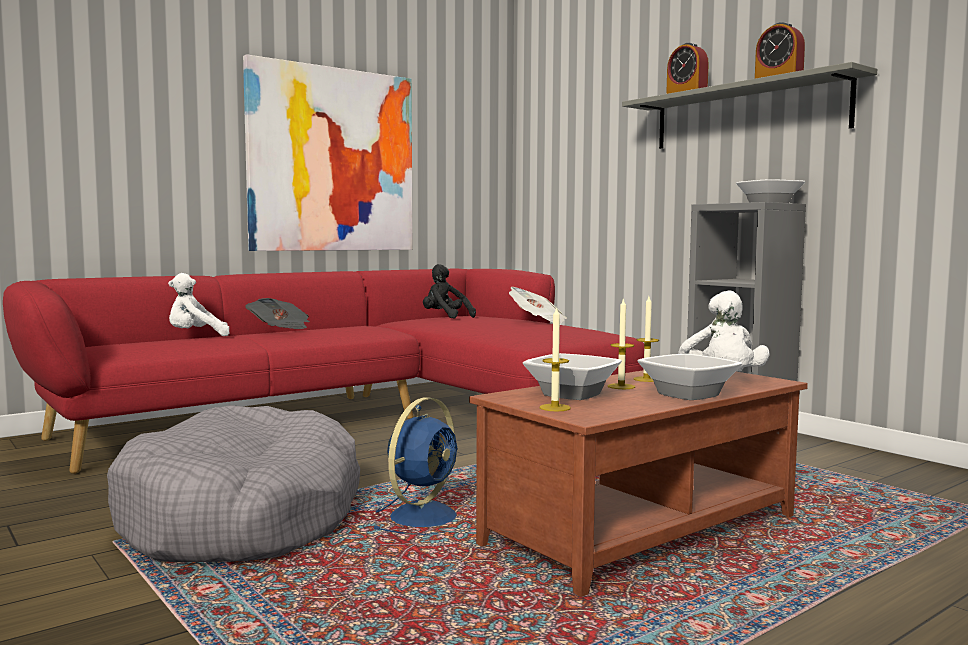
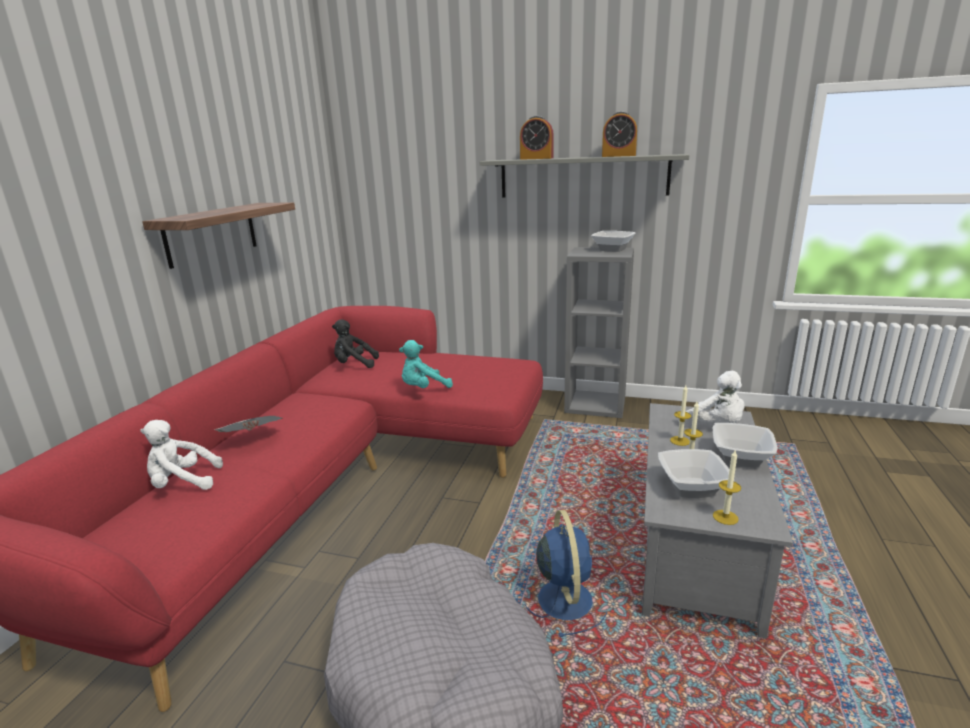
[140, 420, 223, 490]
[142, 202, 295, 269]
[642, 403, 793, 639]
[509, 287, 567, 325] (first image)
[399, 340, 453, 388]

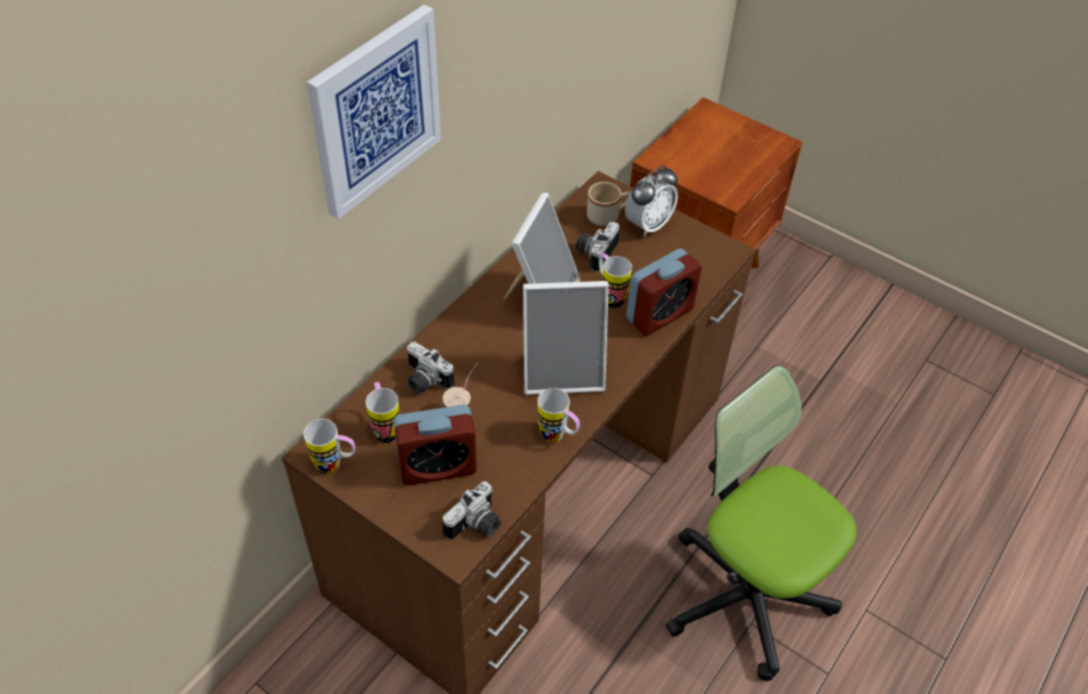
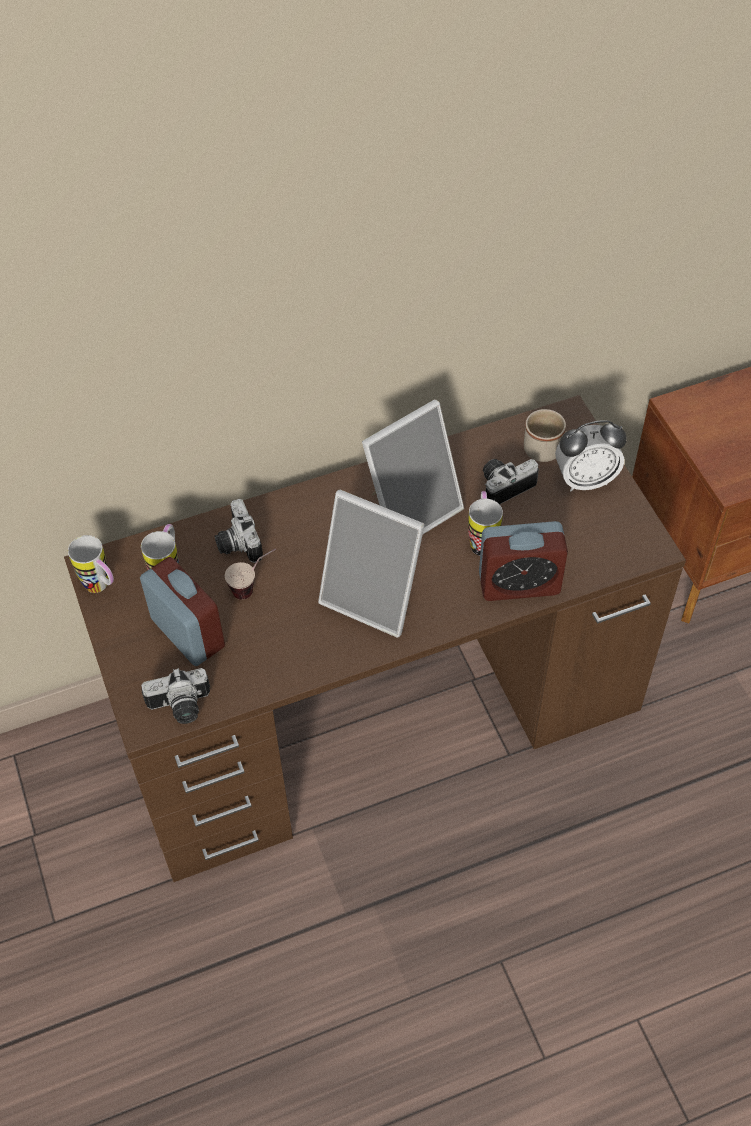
[307, 5, 441, 219] (first image)
[140, 557, 225, 666]
[537, 388, 580, 443] (first image)
[666, 365, 856, 681] (first image)

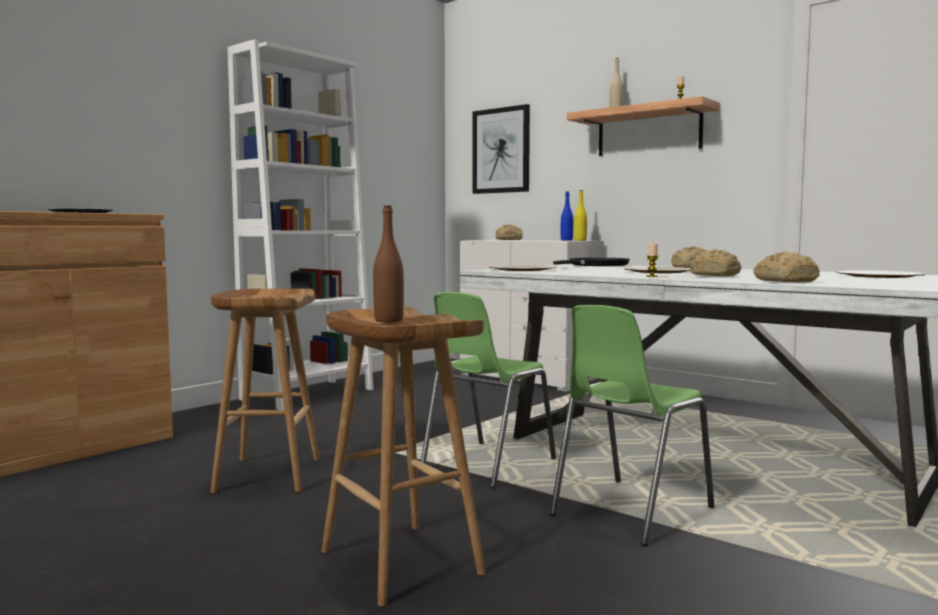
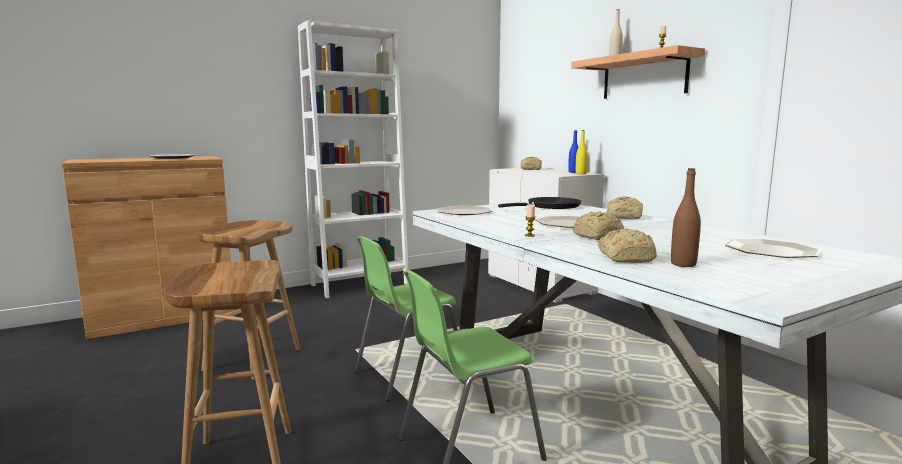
[671, 168, 701, 267]
[473, 104, 530, 194] (first image)

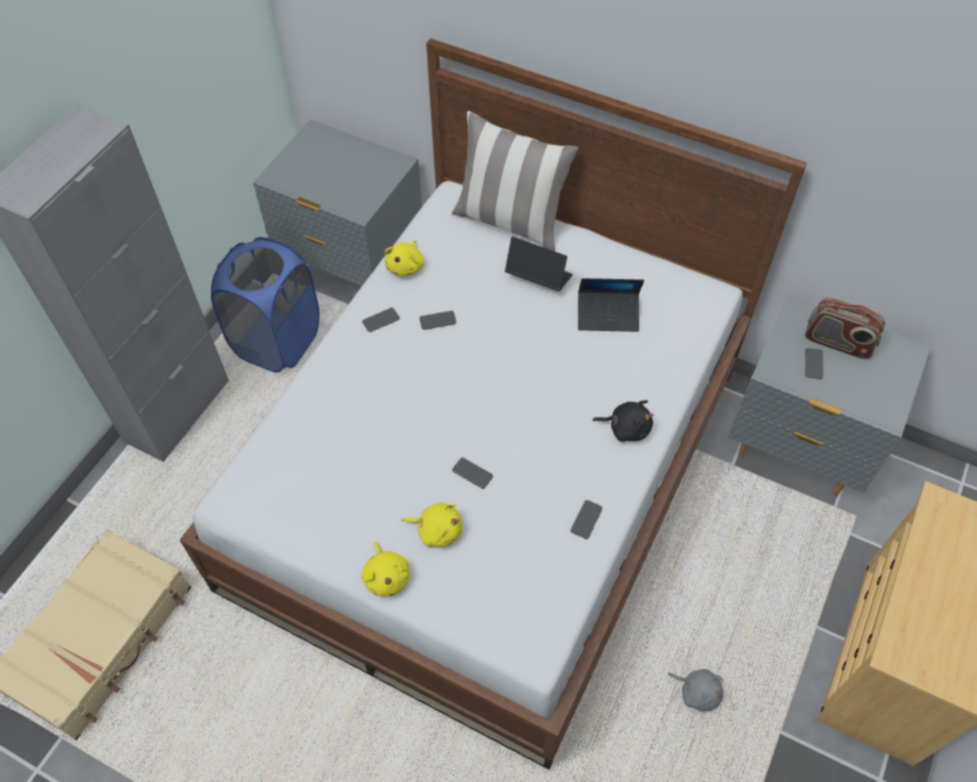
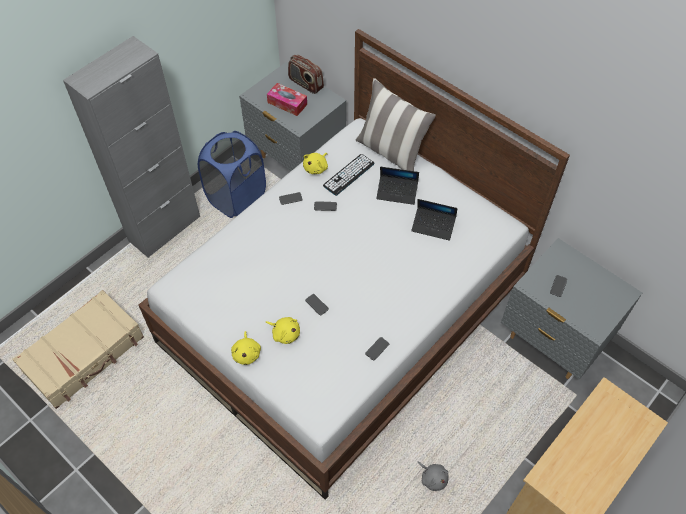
[376, 167, 419, 205]
[592, 400, 654, 442] (first image)
[288, 55, 324, 94]
[267, 83, 307, 116]
[323, 154, 375, 196]

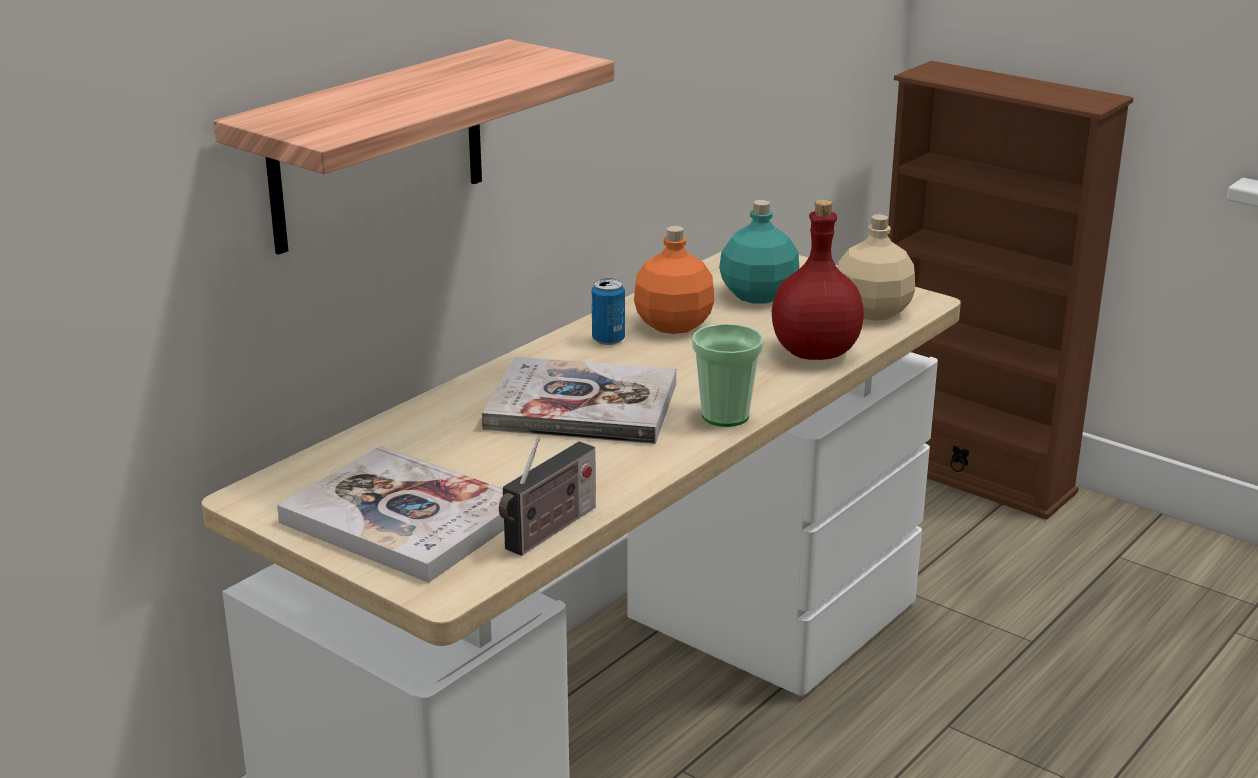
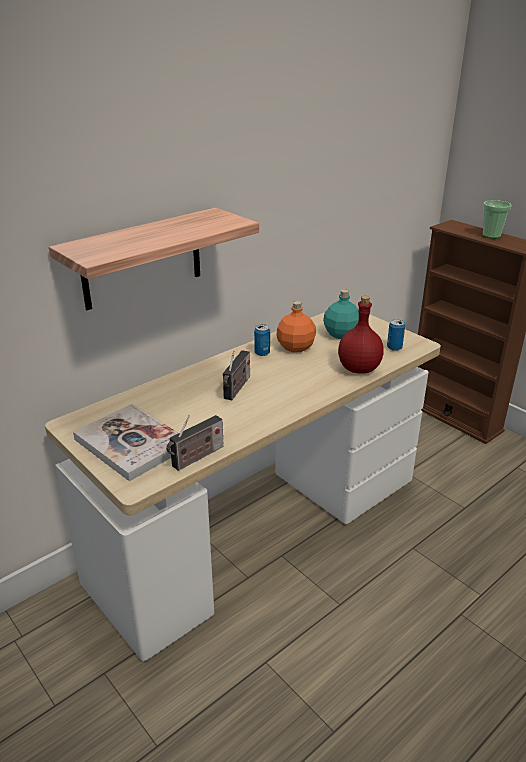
[223, 350, 250, 400]
[483, 200, 511, 239]
[387, 319, 405, 351]

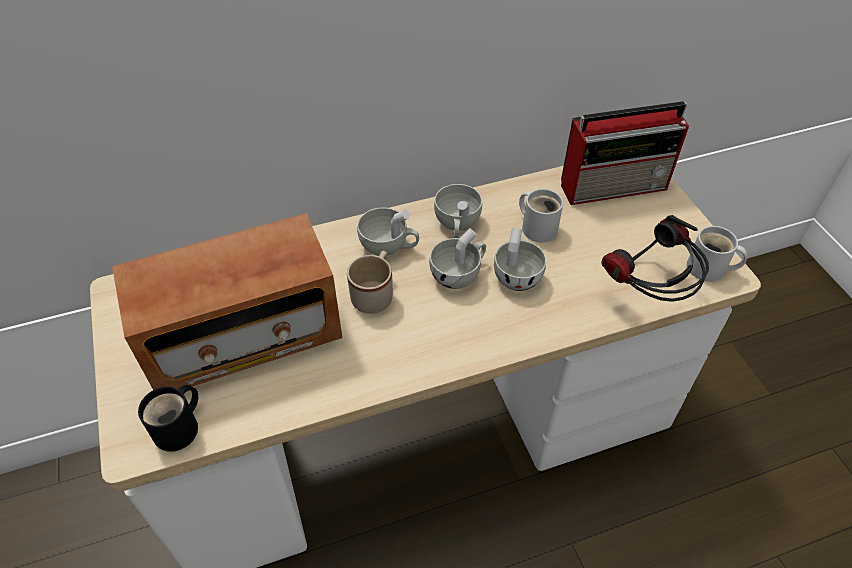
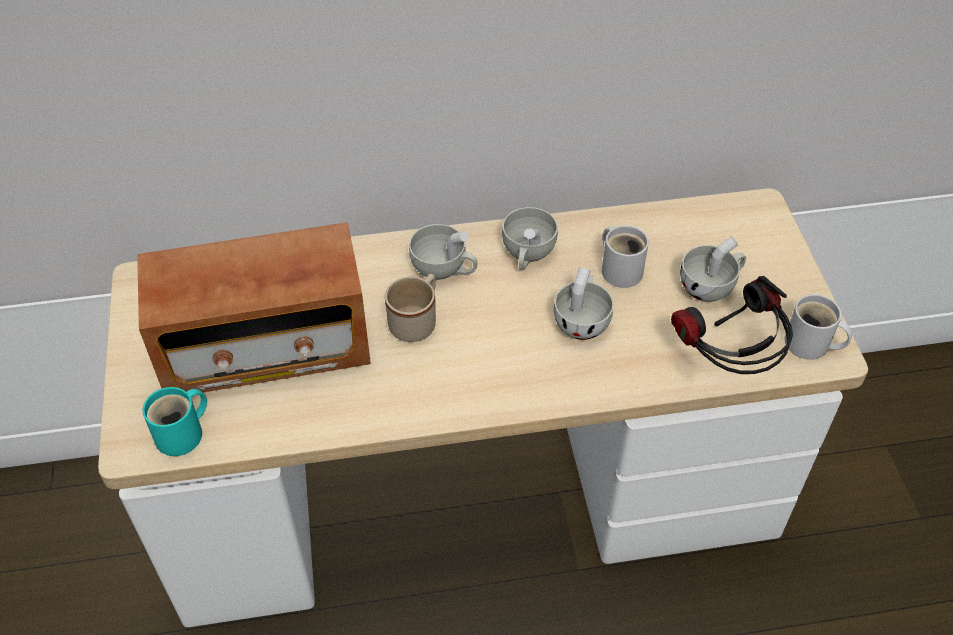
[143, 387, 207, 456]
[680, 236, 746, 302]
[561, 101, 689, 205] (first image)

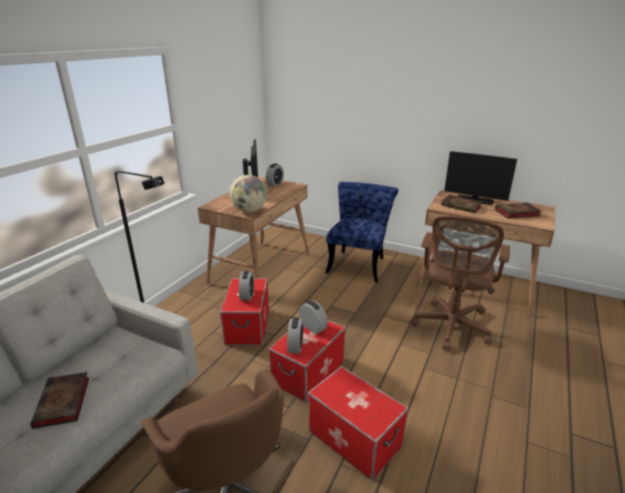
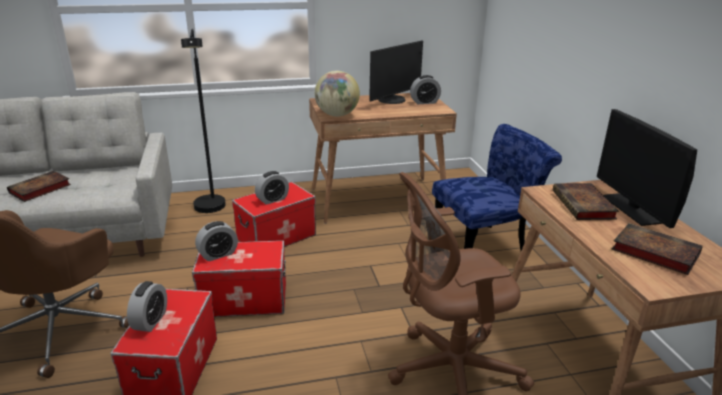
[127, 281, 167, 332]

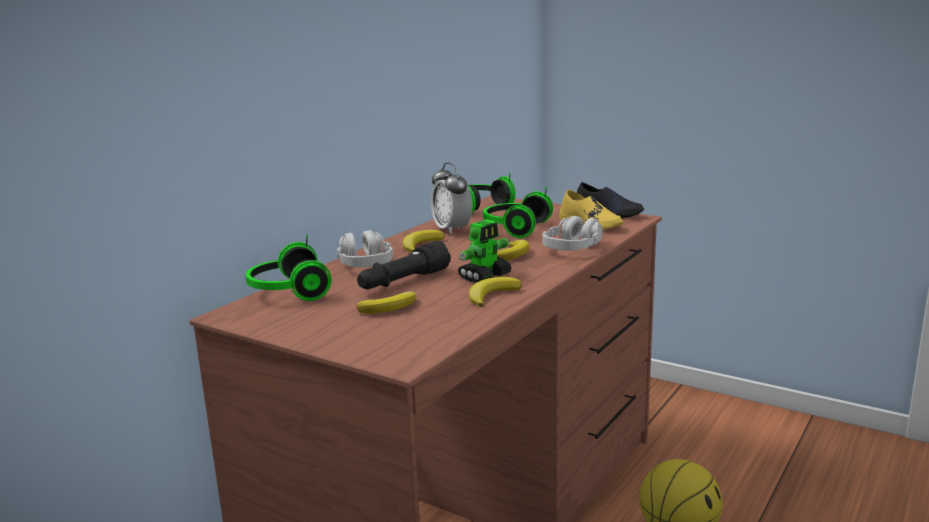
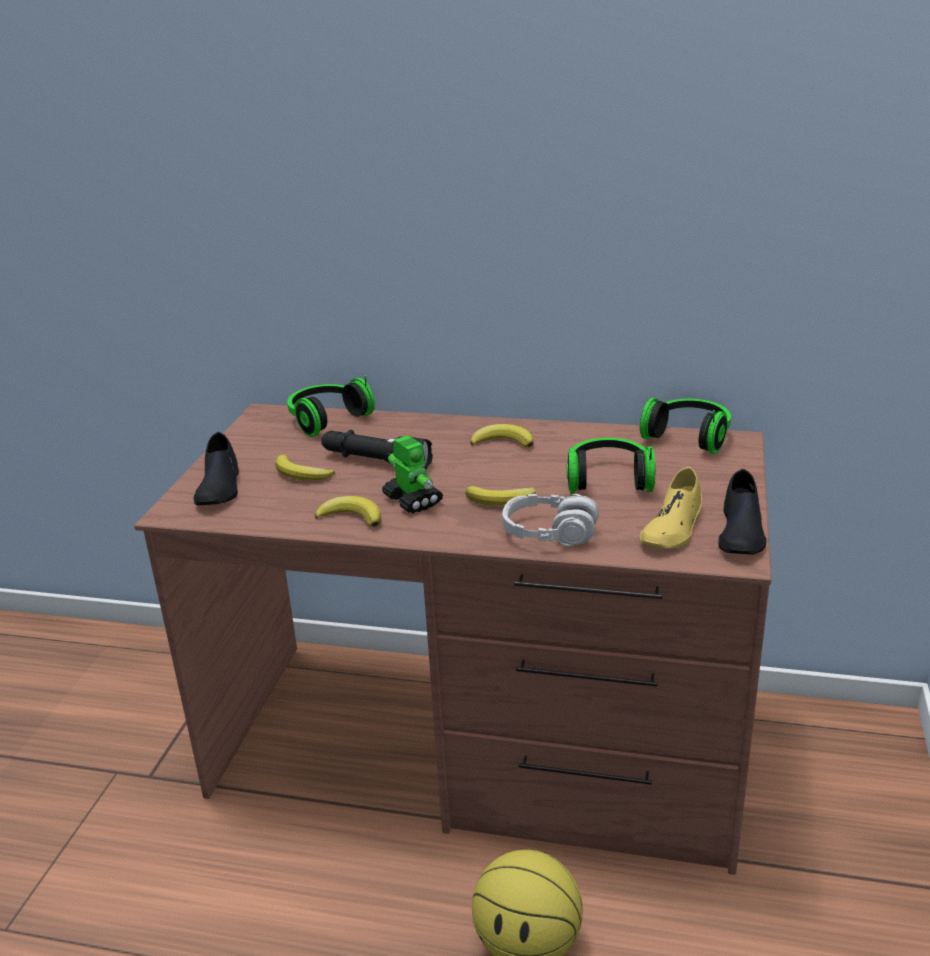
[337, 230, 393, 268] (first image)
[431, 162, 472, 235] (first image)
[382, 435, 443, 513]
[194, 432, 239, 505]

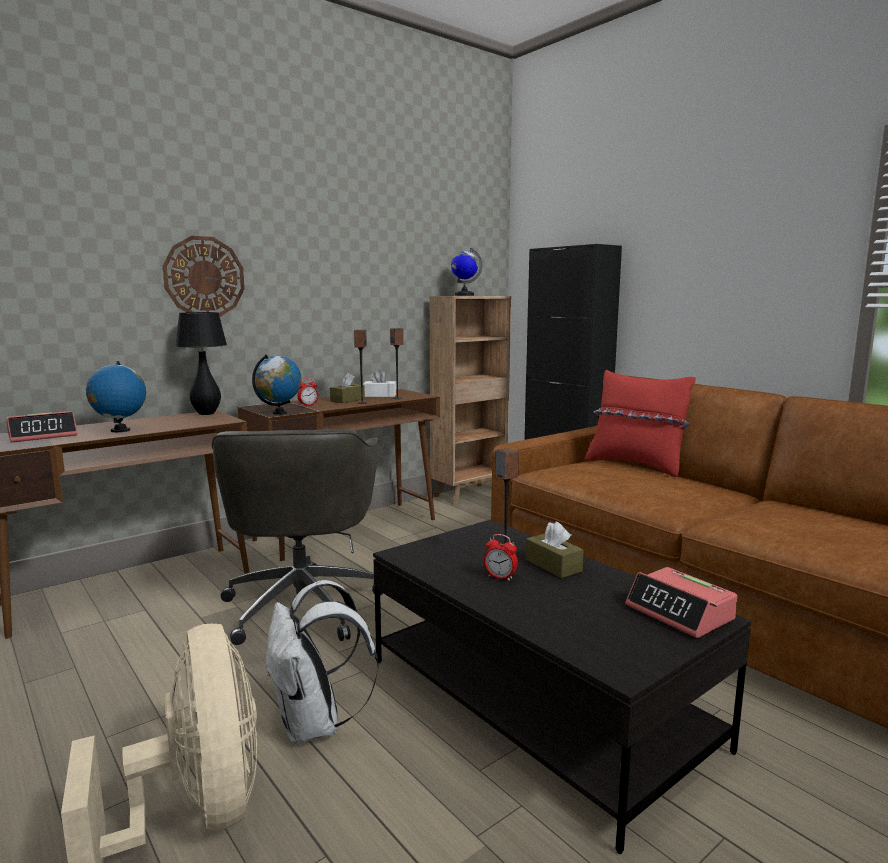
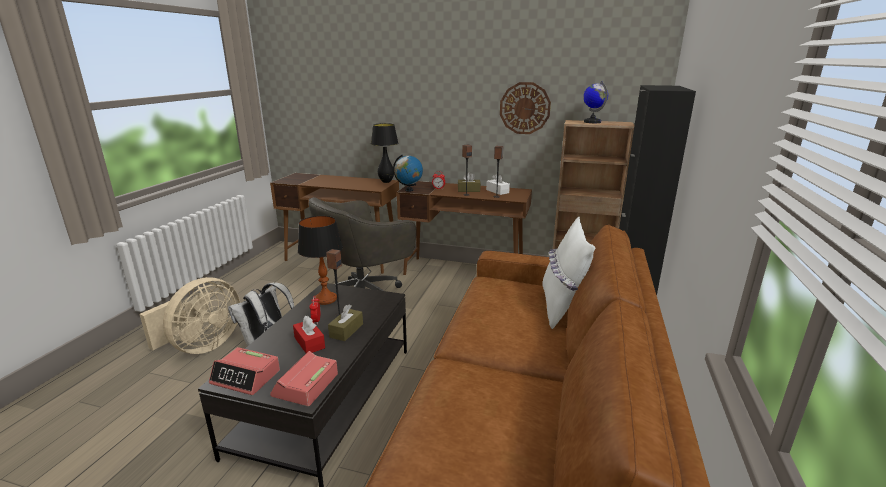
[209, 347, 280, 395]
[86, 361, 146, 432] (first image)
[500, 82, 551, 134]
[543, 217, 595, 329]
[293, 316, 325, 353]
[298, 216, 343, 305]

